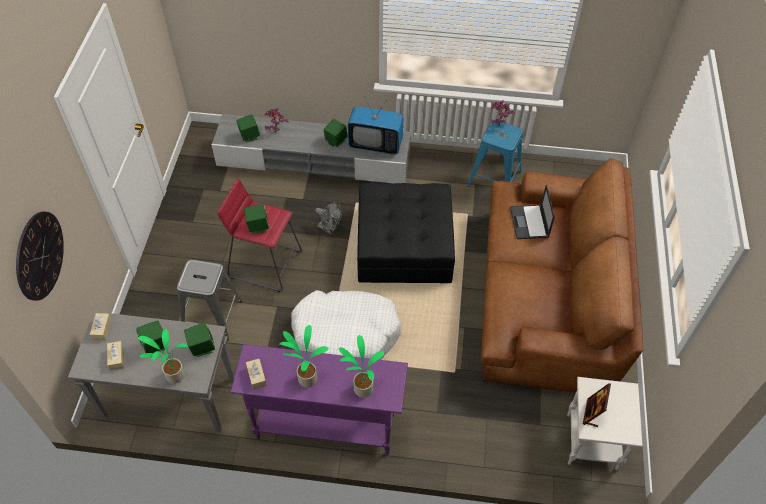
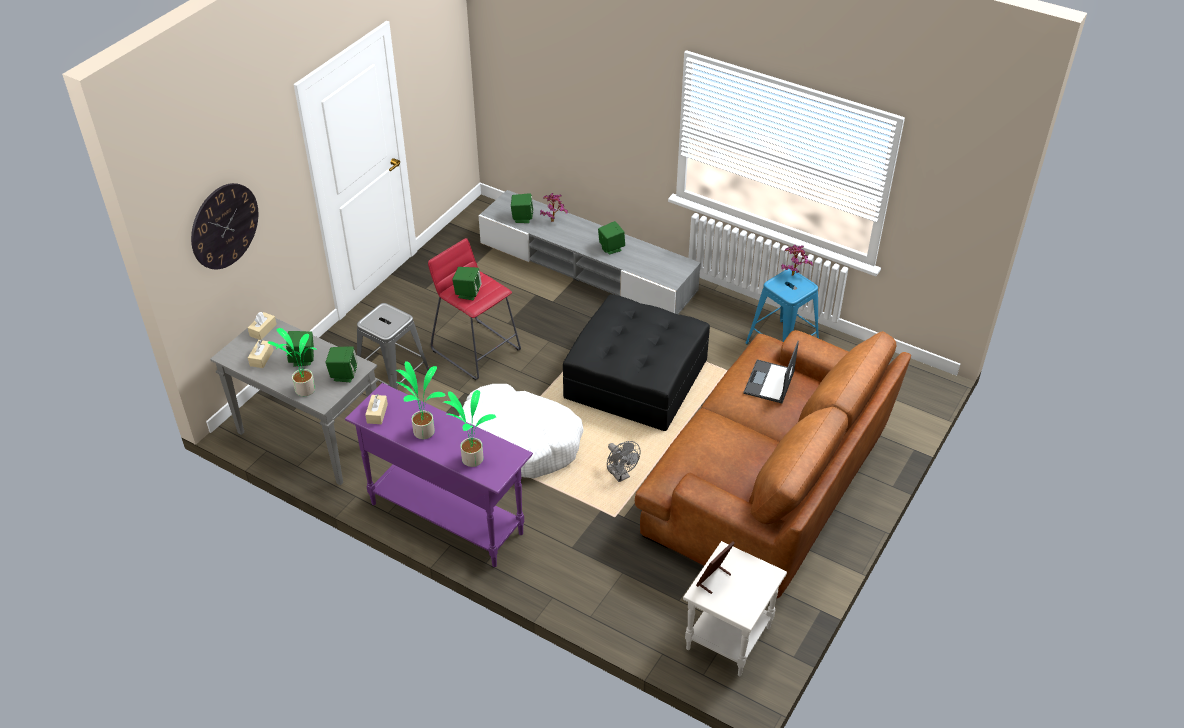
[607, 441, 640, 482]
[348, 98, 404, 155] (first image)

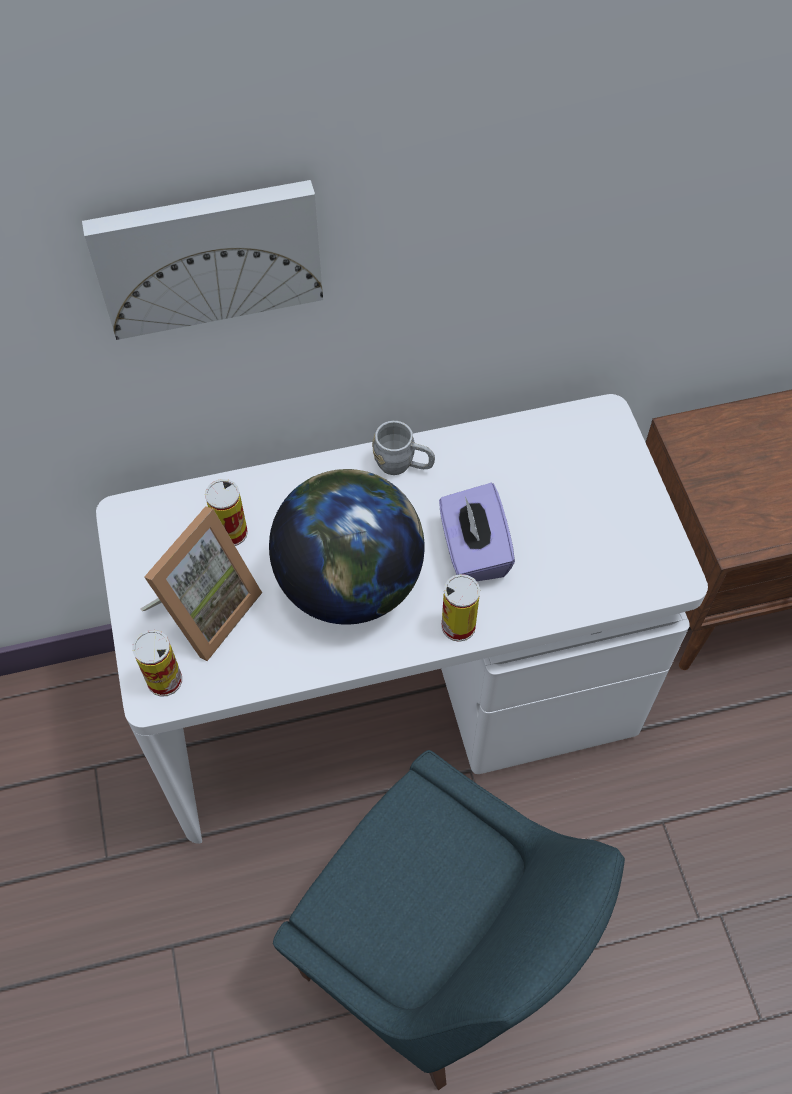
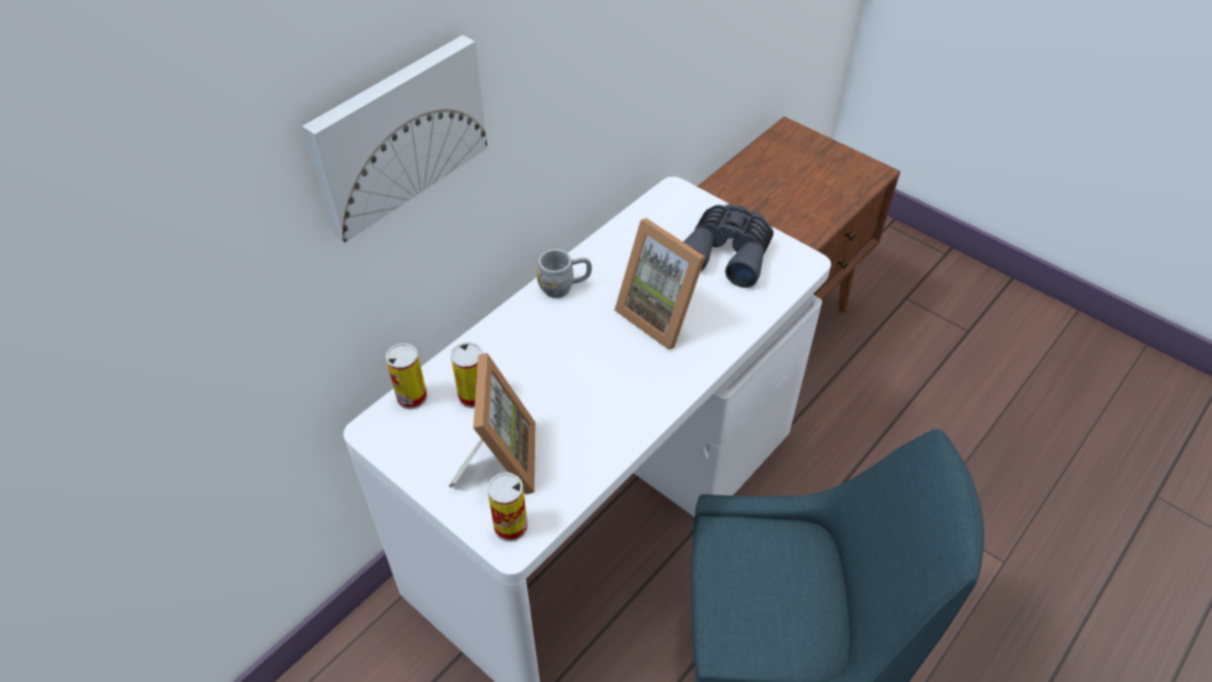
[269, 469, 425, 625] (first image)
[615, 218, 705, 350]
[386, 343, 427, 409]
[683, 204, 774, 288]

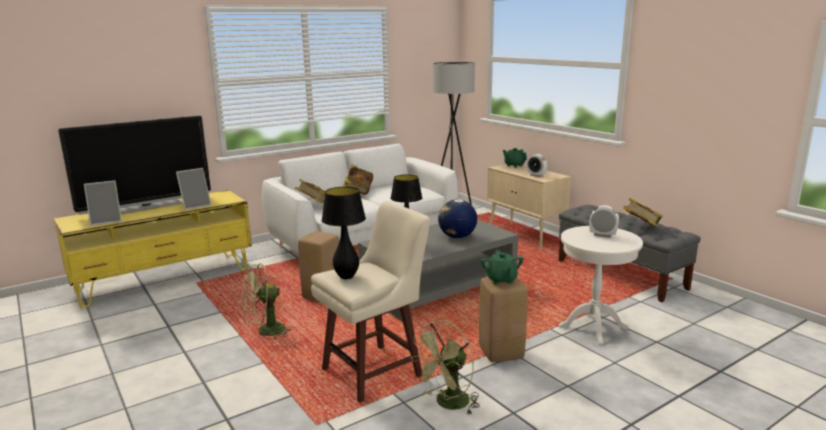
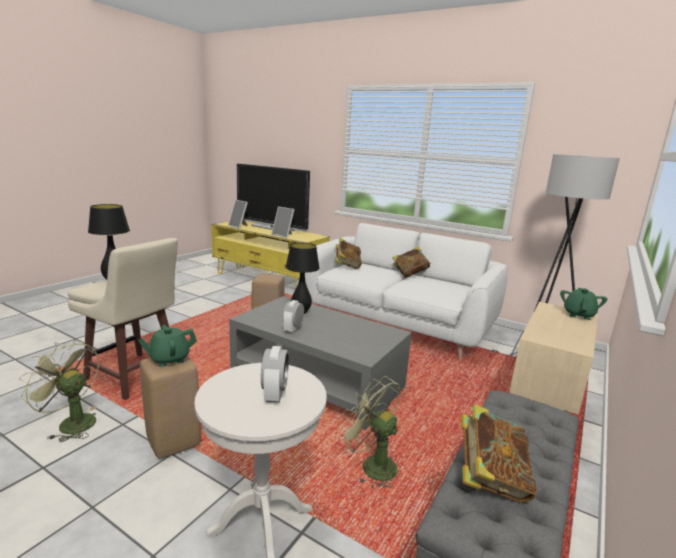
[338, 376, 401, 488]
[438, 199, 477, 238] (first image)
[283, 300, 304, 334]

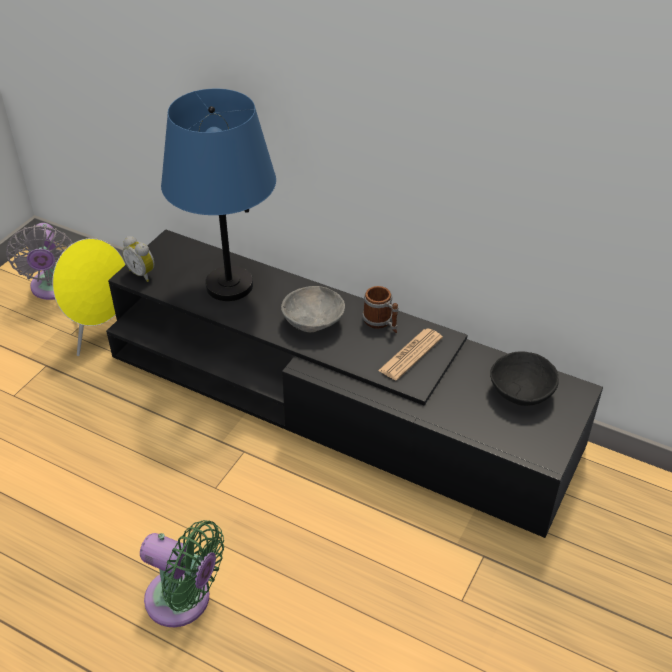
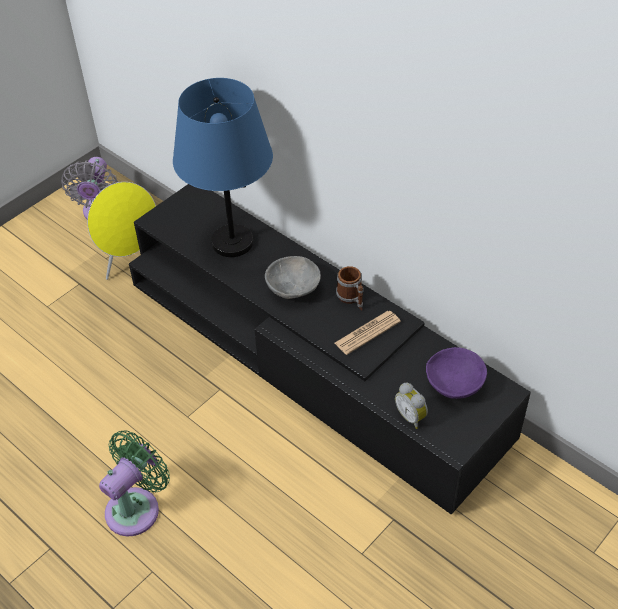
[395, 383, 428, 429]
[99, 430, 170, 536]
[426, 347, 487, 399]

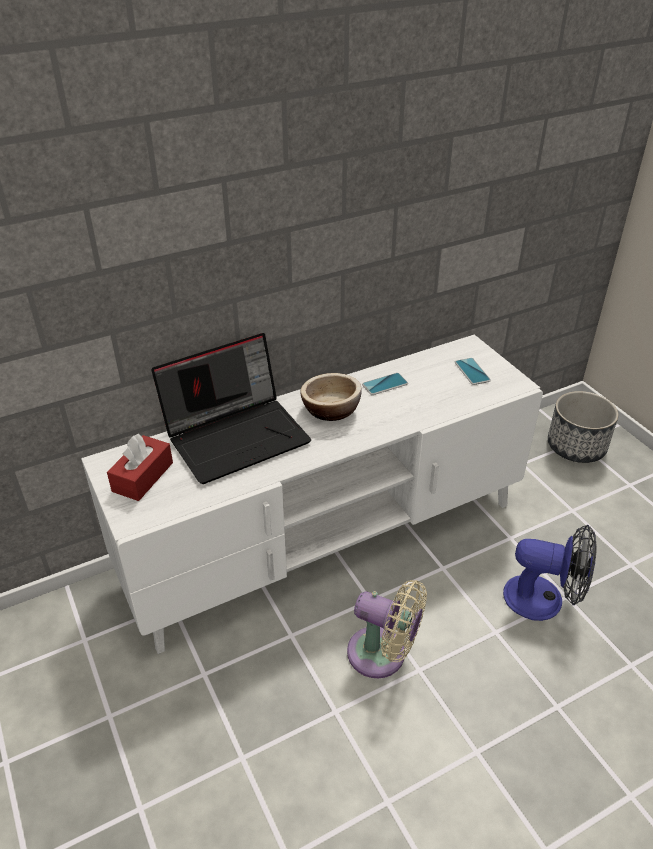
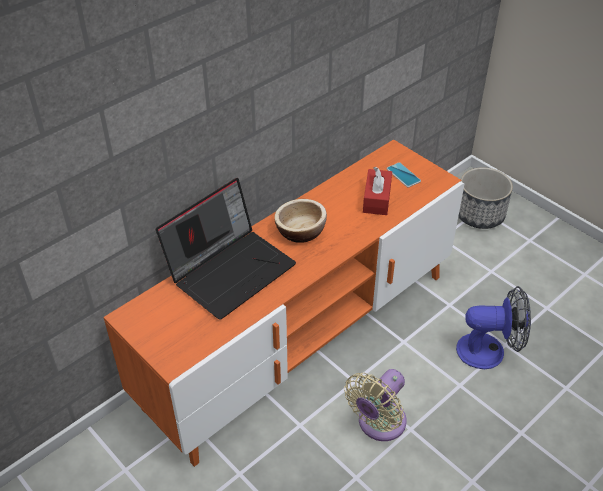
[103, 139, 464, 467]
[363, 167, 392, 215]
[344, 369, 406, 441]
[362, 373, 408, 395] (first image)

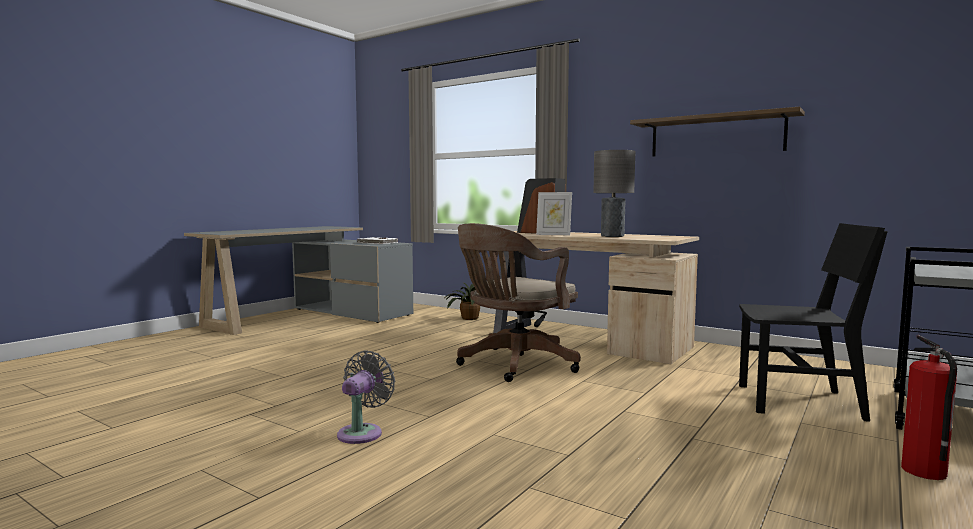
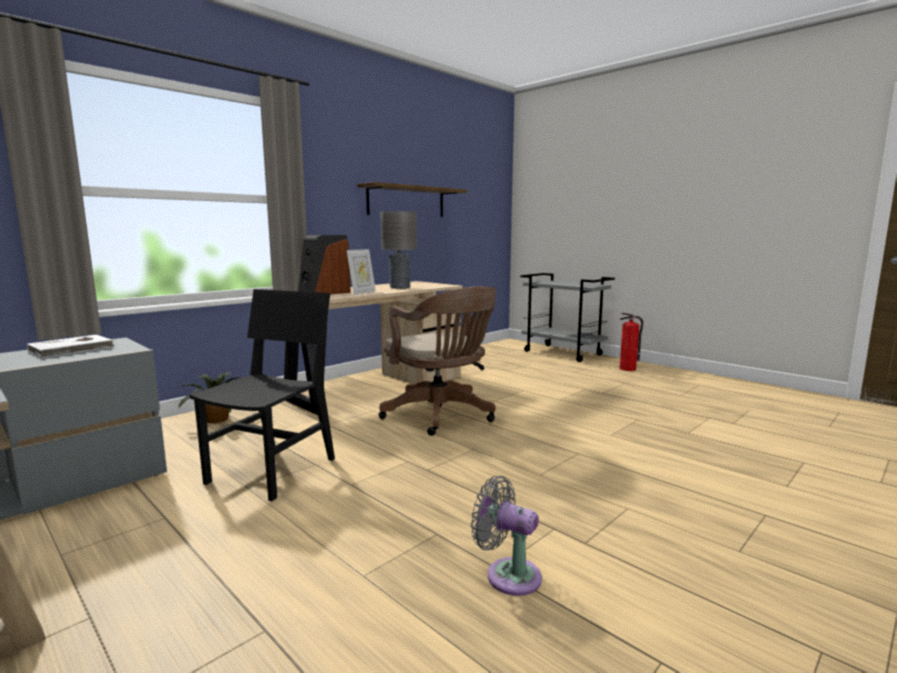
[471, 476, 542, 596]
[189, 289, 335, 501]

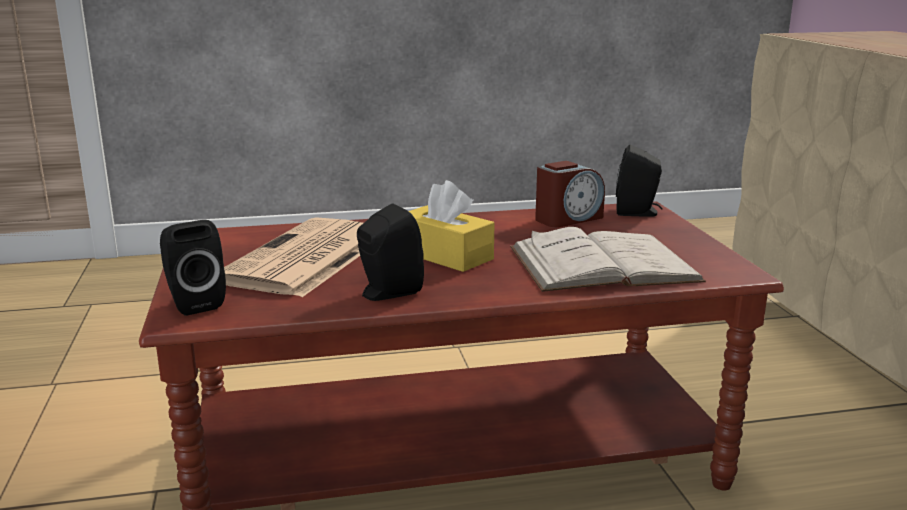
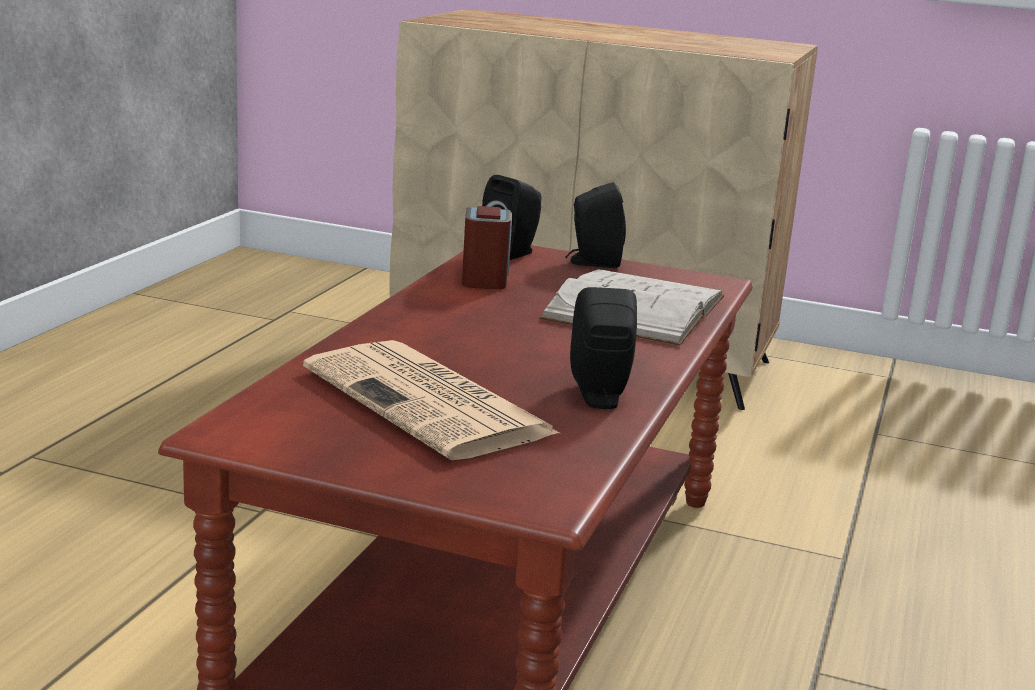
[566, 182, 626, 268]
[409, 180, 494, 272] (first image)

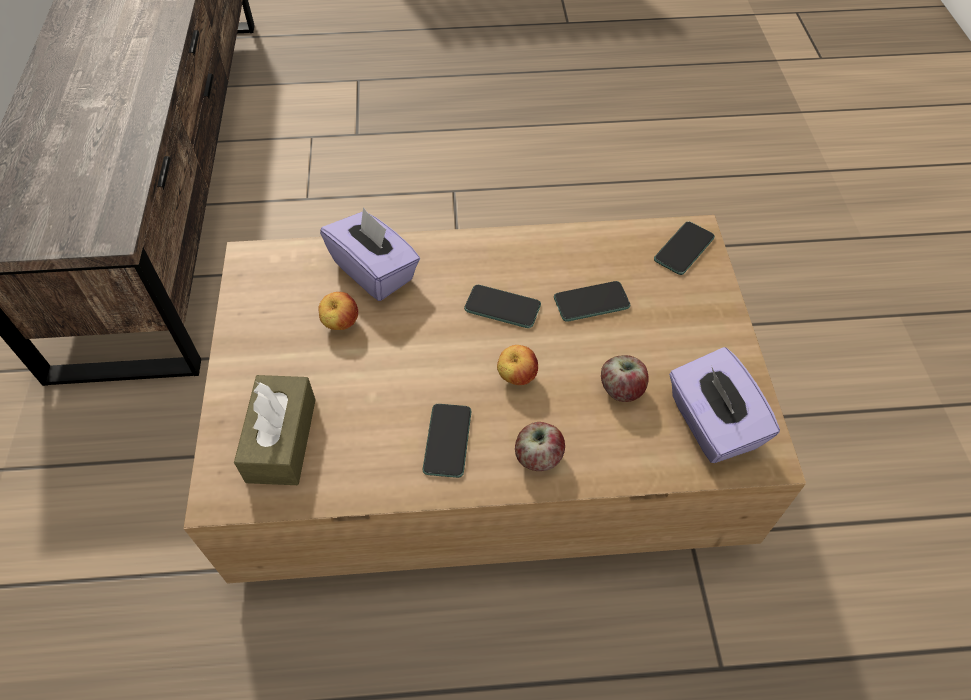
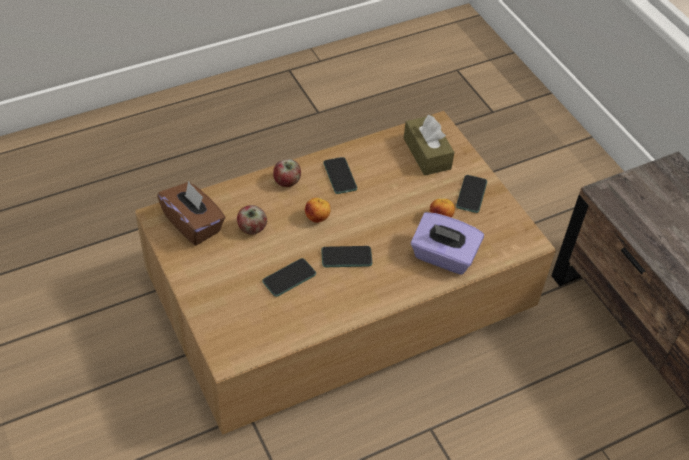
[456, 175, 487, 213]
[157, 180, 226, 246]

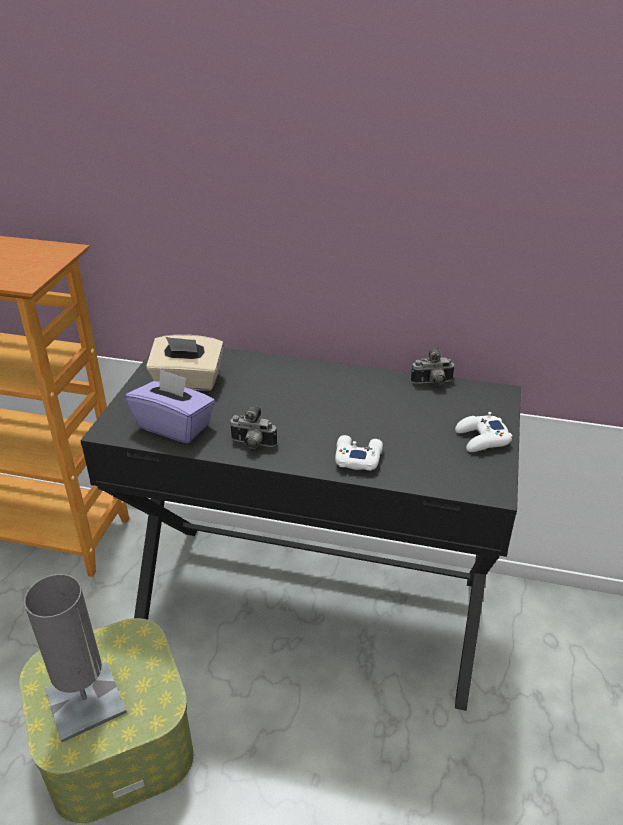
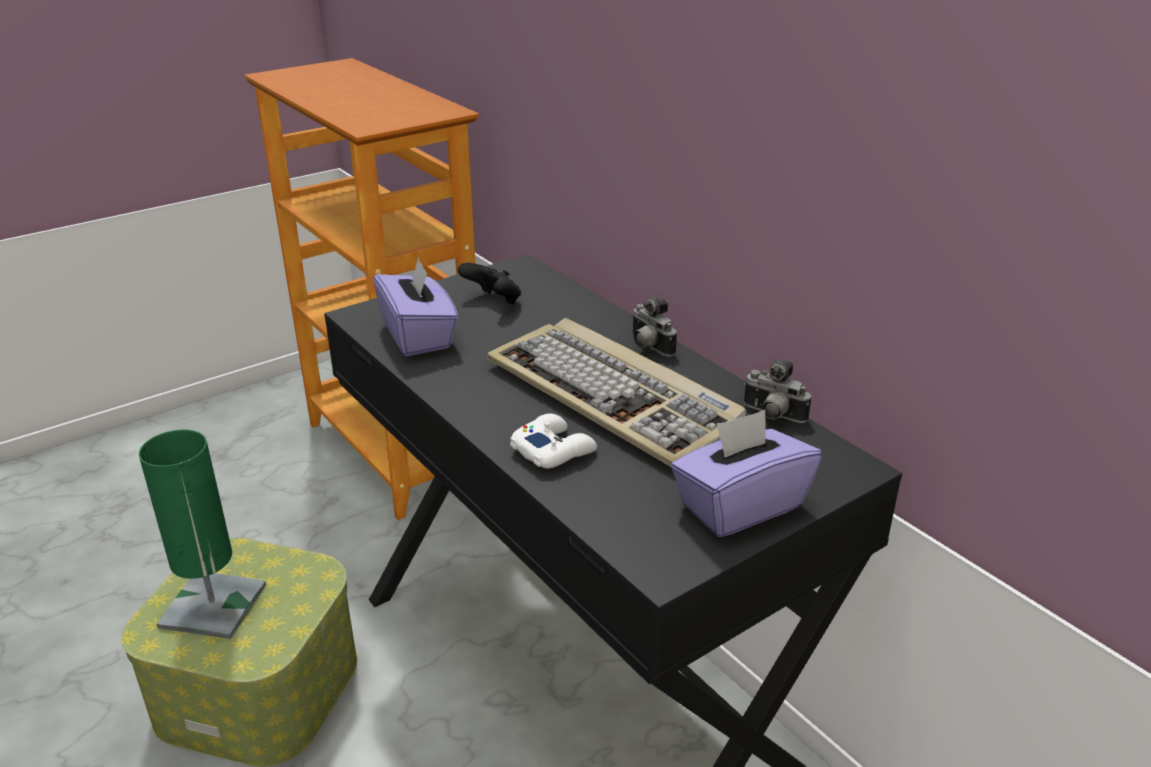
[139, 429, 266, 639]
[458, 262, 521, 304]
[632, 296, 677, 357]
[671, 410, 822, 537]
[487, 318, 746, 467]

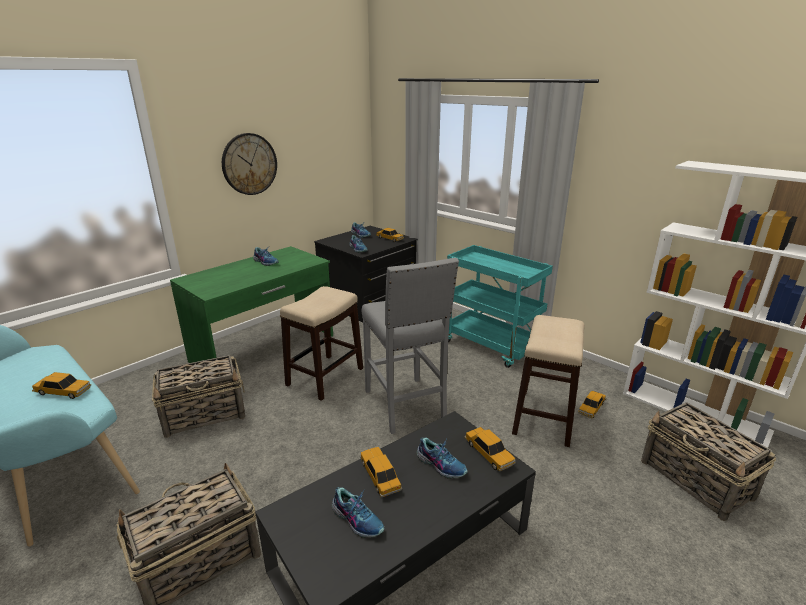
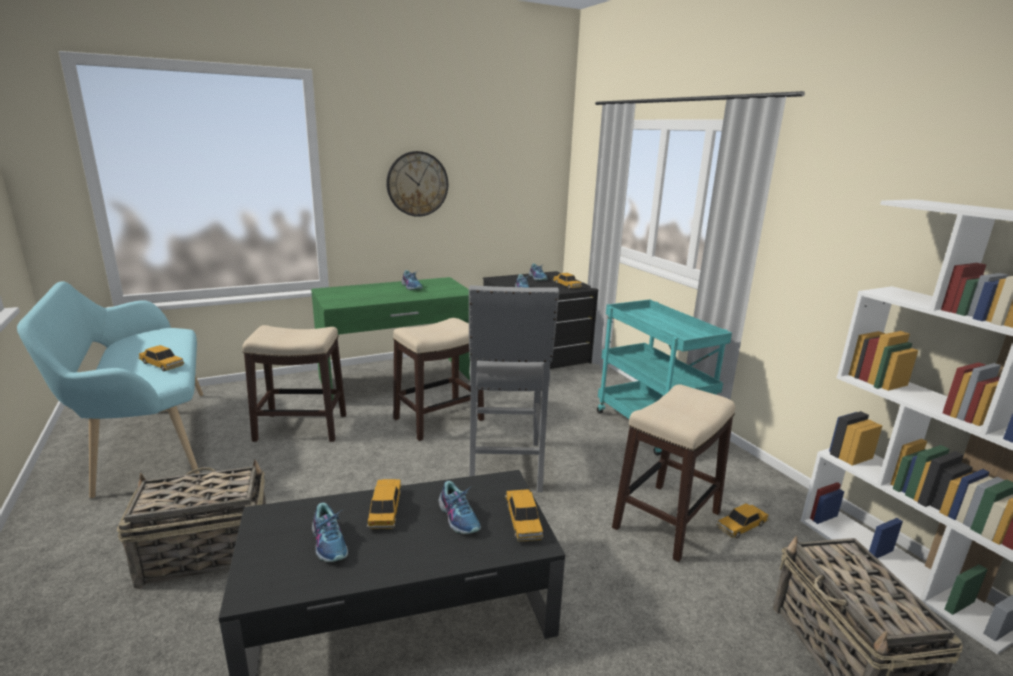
[242, 325, 346, 442]

